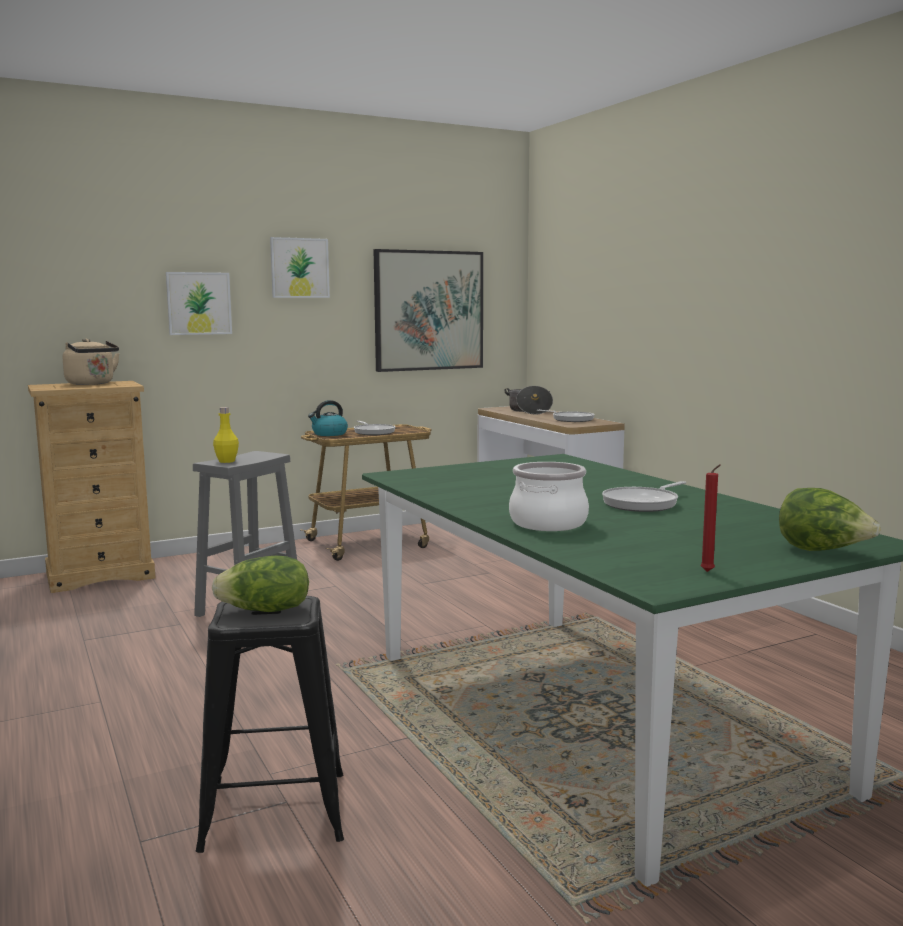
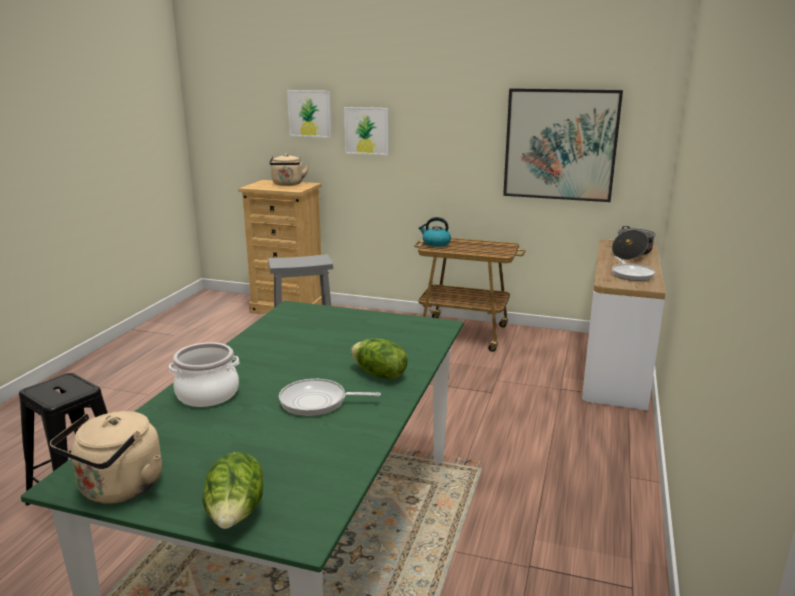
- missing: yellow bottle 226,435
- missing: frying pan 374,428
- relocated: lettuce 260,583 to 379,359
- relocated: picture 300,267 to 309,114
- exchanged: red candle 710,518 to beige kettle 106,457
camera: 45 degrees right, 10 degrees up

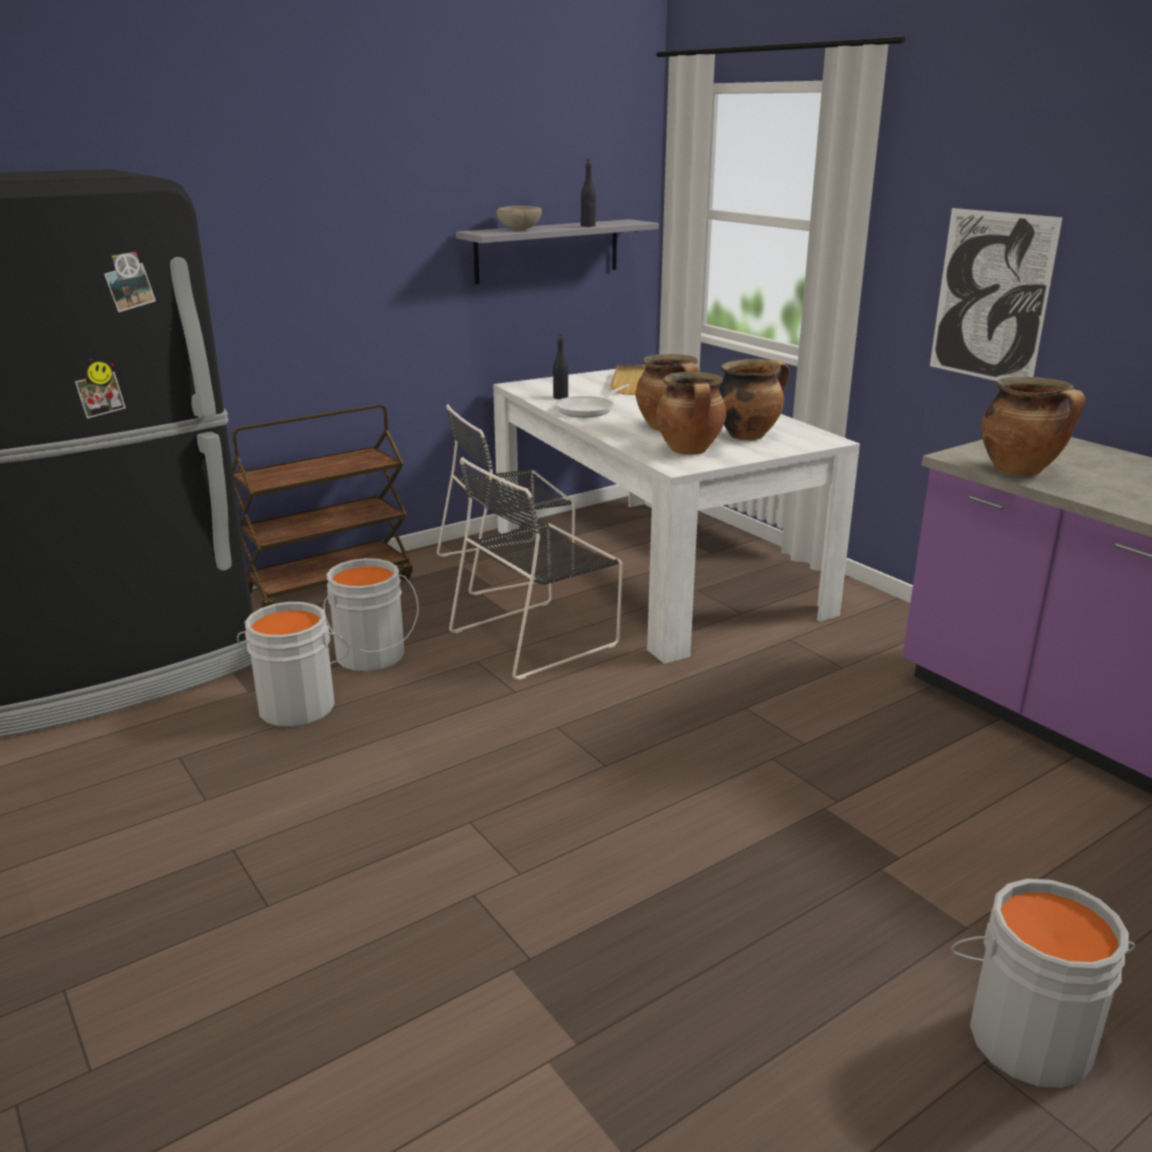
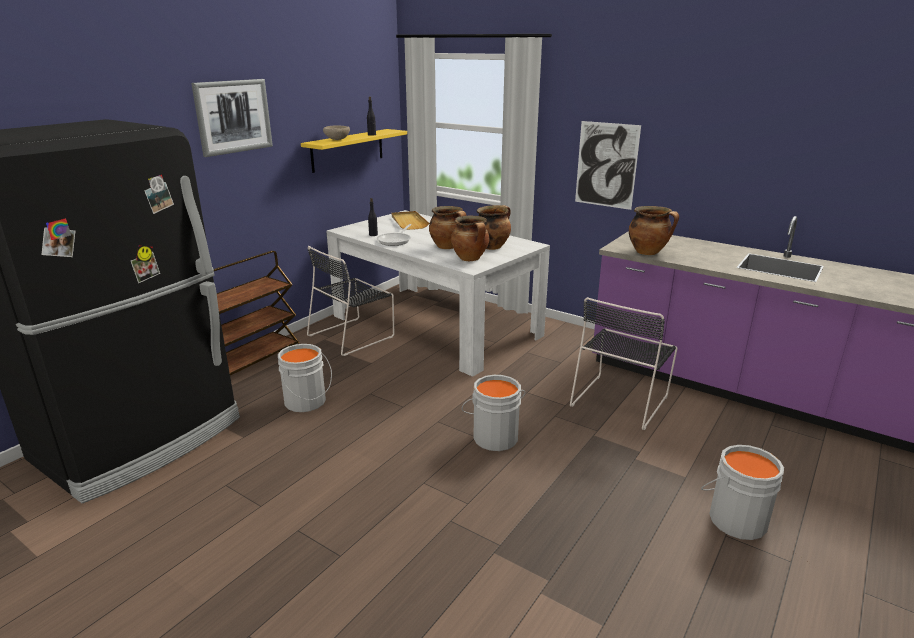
- appeared: picture 232,118
- relocated: grey bucket 293,664 to 493,413
- relocated: black chair 536,568 to 624,363
- colour: grey shelf 557,251 to yellow shelf 354,151
camera: 20 degrees left, 0 degrees up

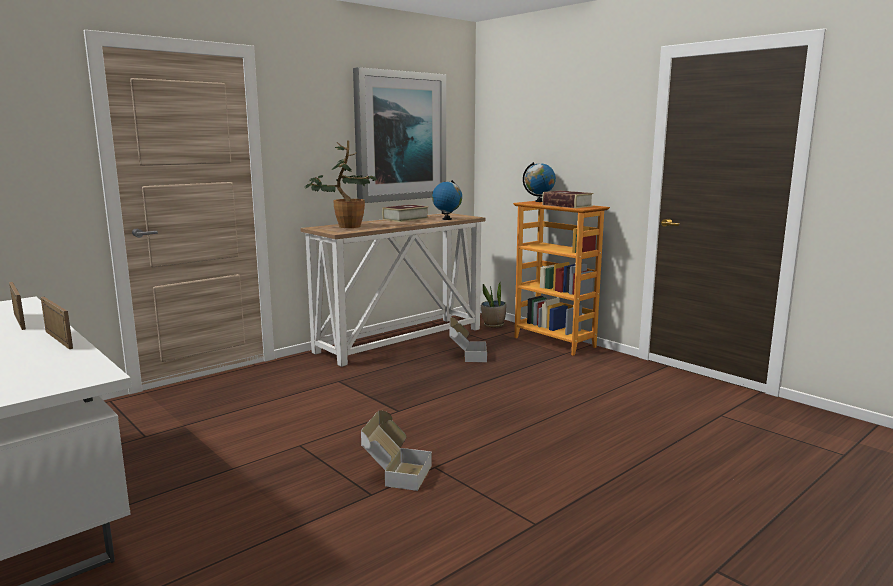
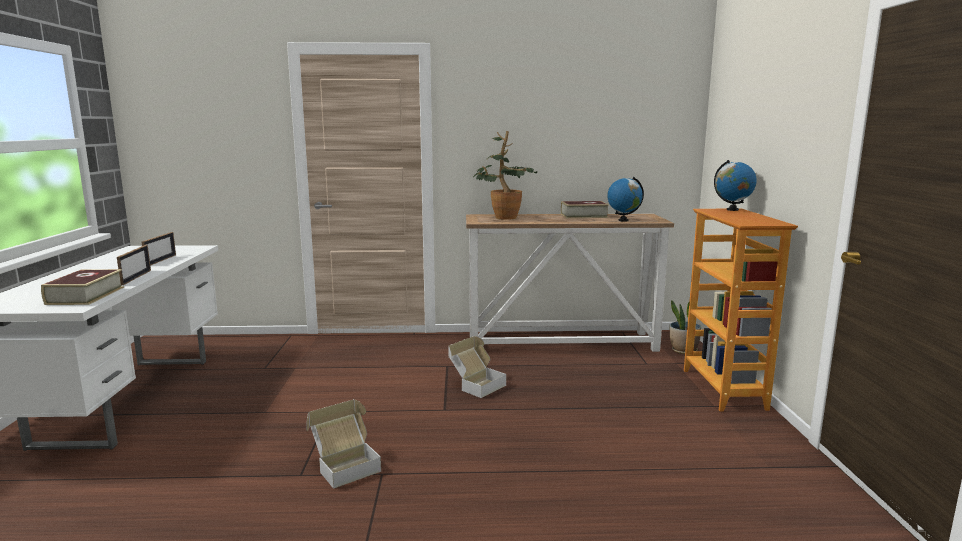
- missing: picture 399,135
- relocated: cardboard box 468,339 to 477,367
- relocated: book 567,199 to 82,287
camera: 40 degrees right, 0 degrees up

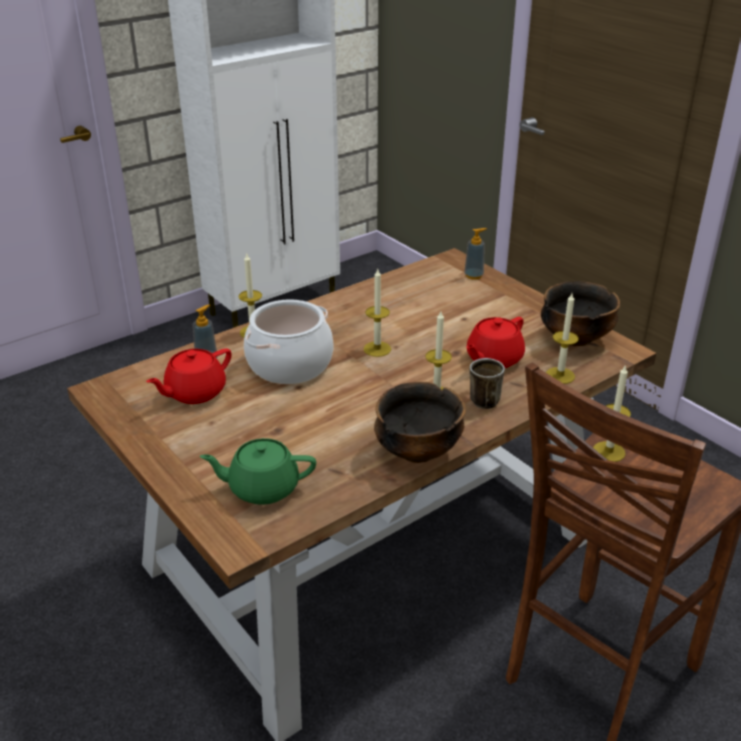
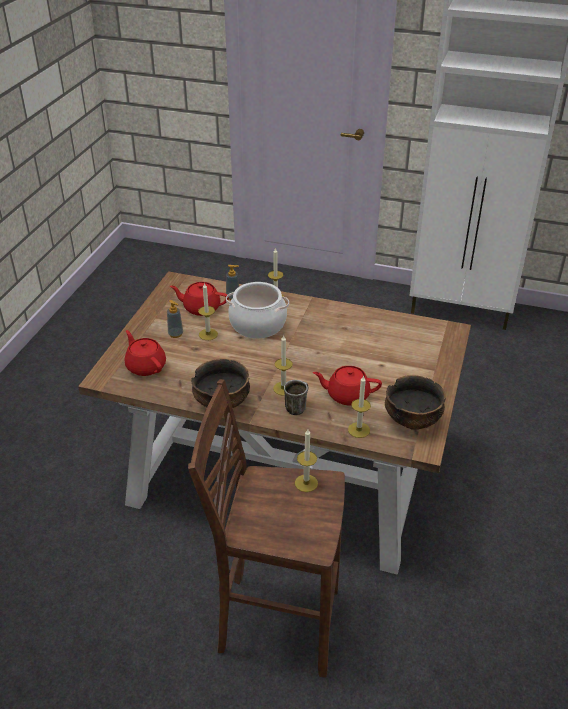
- relocated: candle 377,313 to 208,311
- relocated: soap dispenser 475,254 to 175,319
- colour: green teapot 258,471 to red teapot 145,353
camera: 55 degrees right, 5 degrees up

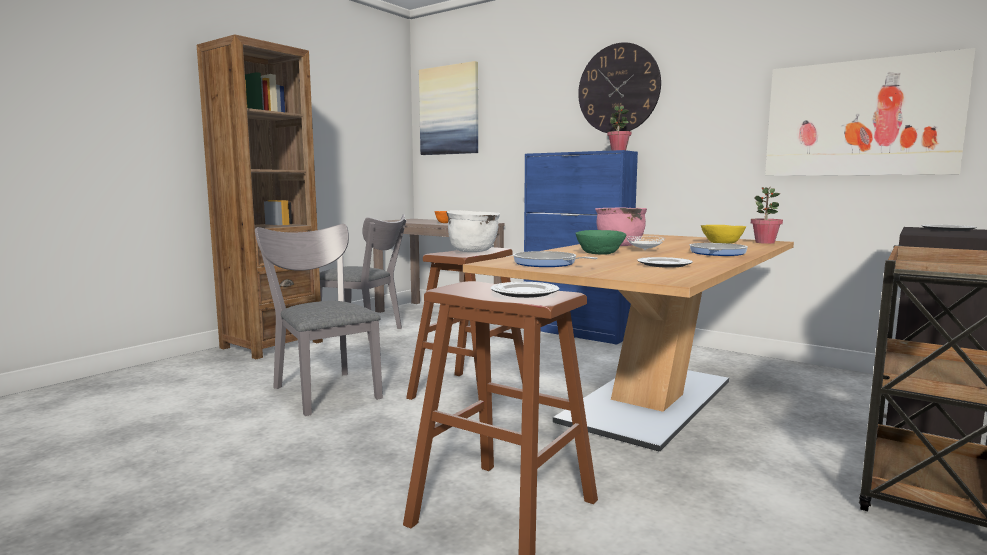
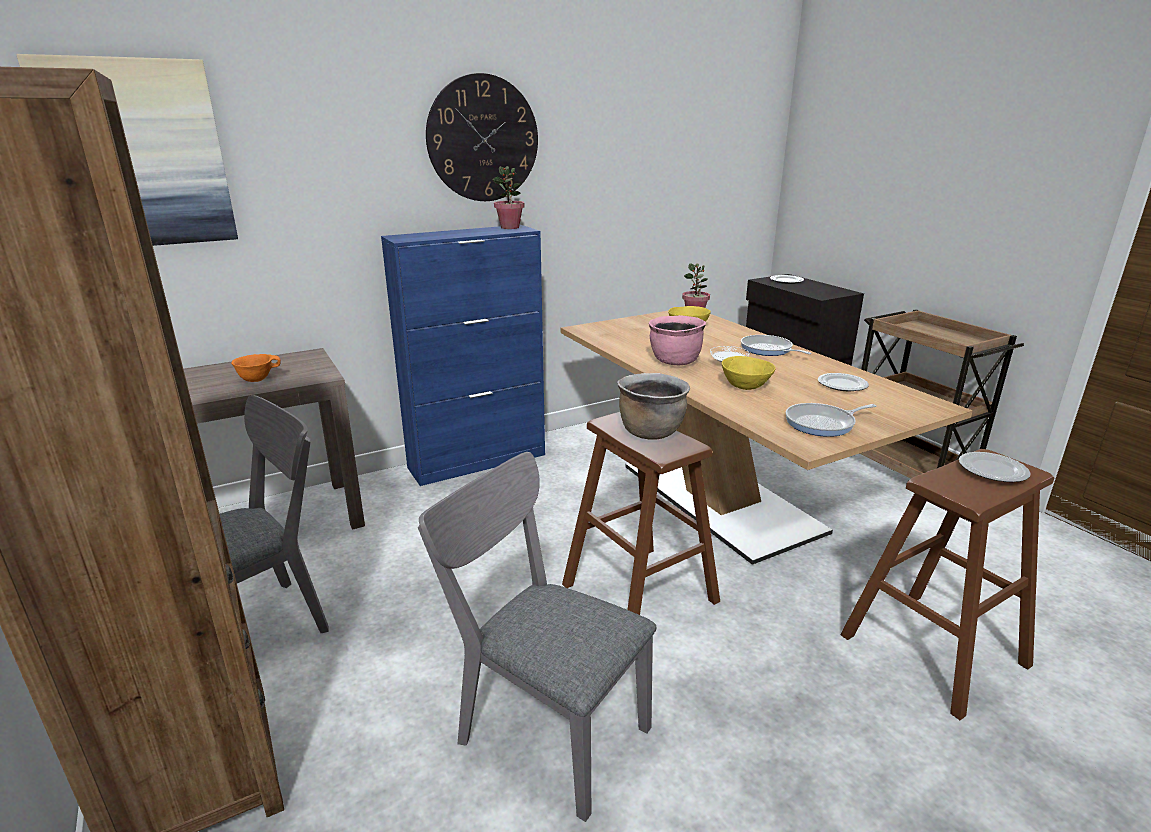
- missing: picture 870,112
- colour: white cooking pot 473,231 to brown cooking pot 653,406
- colour: green bowl 600,242 to yellow bowl 749,373
- spun: grey chair 319,320 = 537,637 45 degrees clockwise
camera: 65 degrees left, 15 degrees up

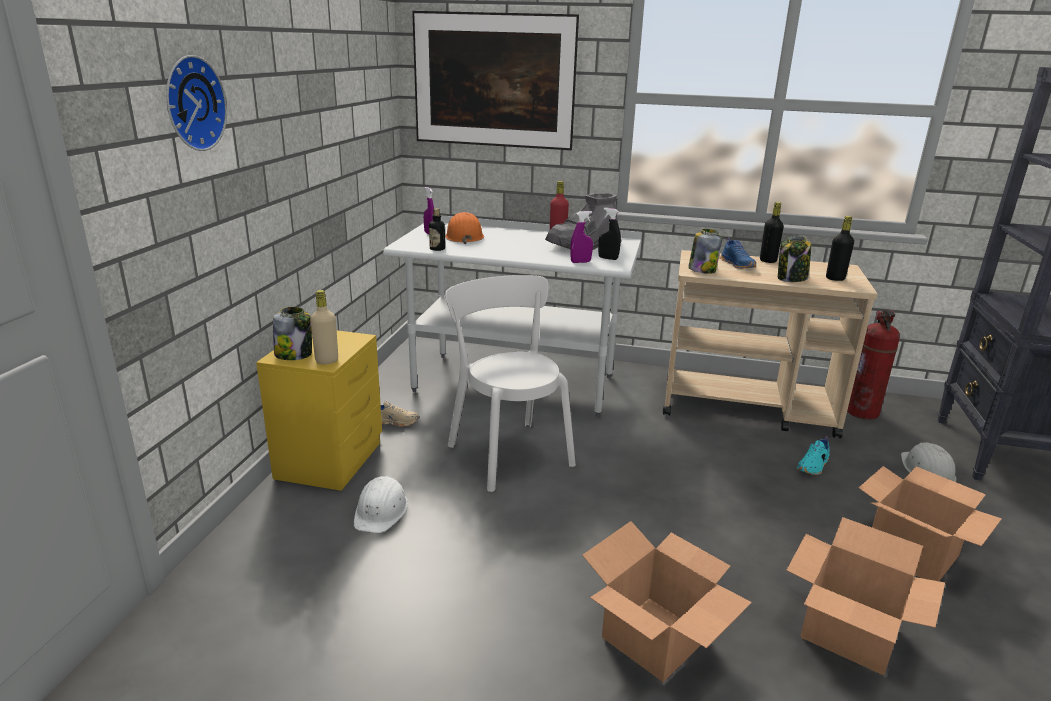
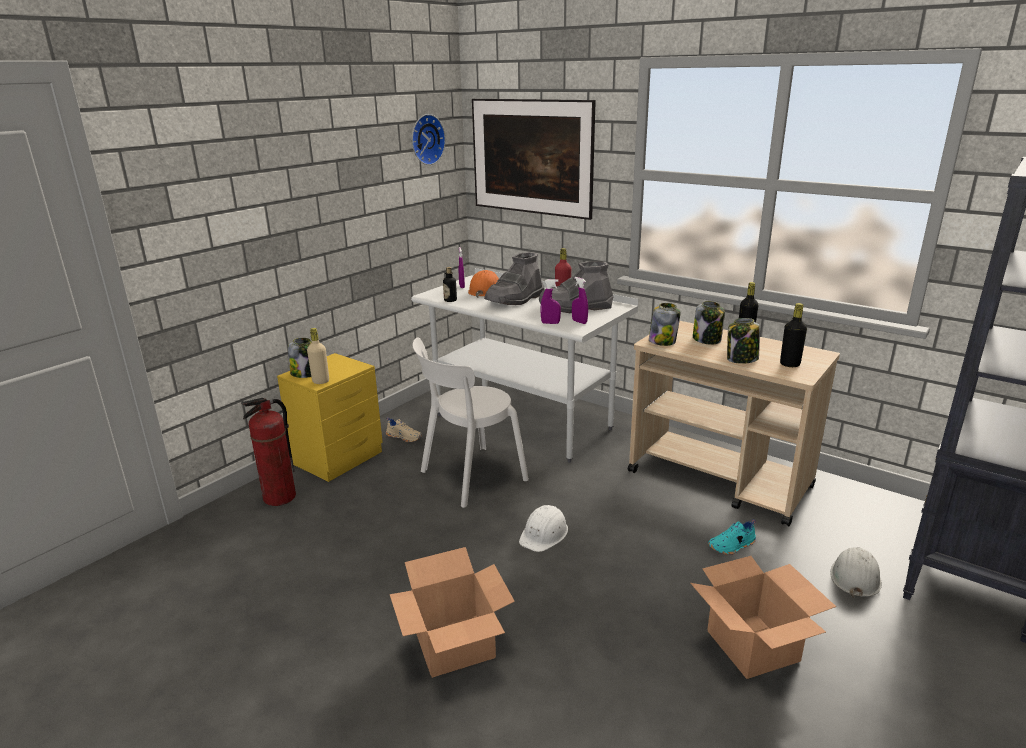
- missing: cardboard box 866,596
- appeared: grey boot 514,278
- relocated: wall clock 196,103 to 429,139
- relocated: white hard hat 381,504 to 543,528
- relocated: fire extinguisher 873,364 to 268,452
- exchanged: blue shoe 738,253 to jar 709,323
- colour: black spray bottle 609,234 to purple spray bottle 580,300
- spun: white chair 510,383 = 471,422 120 degrees counterclockwise
camera: 25 degrees right, 0 degrees up

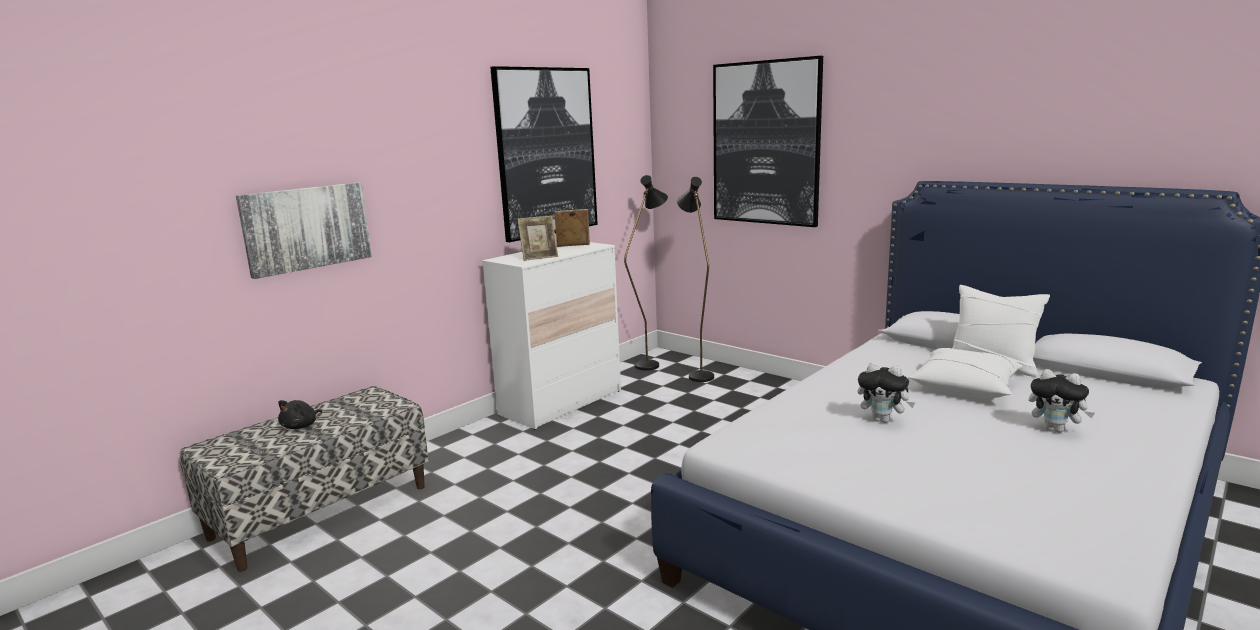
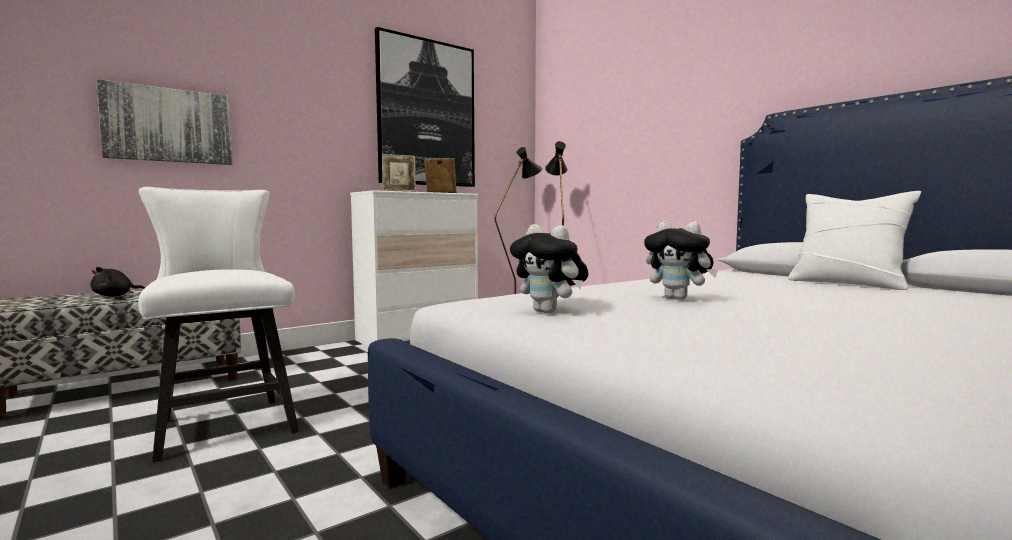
- missing: picture 768,141
- missing: white pillow 965,373
- appeared: white chair 218,324
- relocated: plush toy 1062,401 to 549,269
camera: 10 degrees right, 10 degrees down

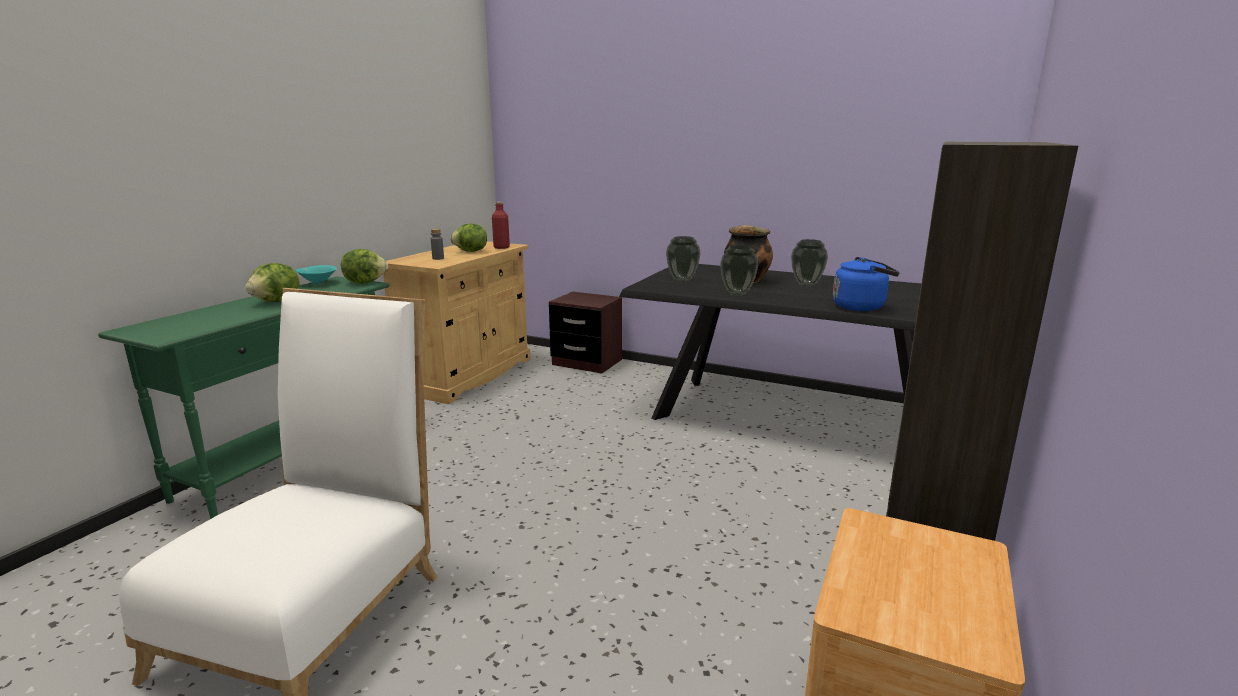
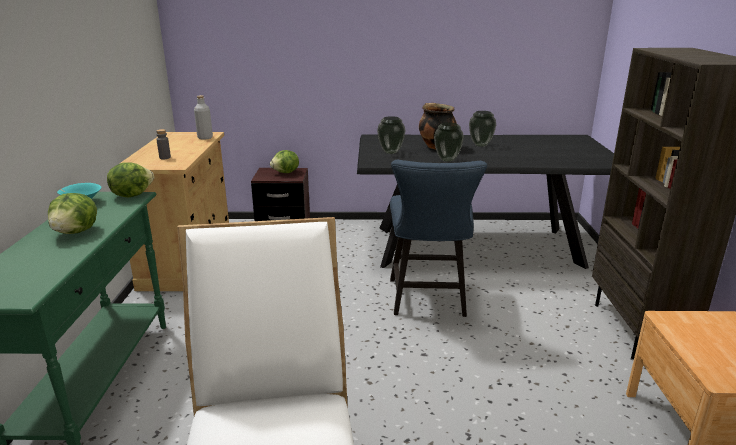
- missing: blue kettle 866,284
- appeared: blue chair 438,238
- relocated: lettuce 468,238 to 284,161
- colour: red bottle 501,225 to grey bottle 203,117
camera: 25 degrees left, 5 degrees up

